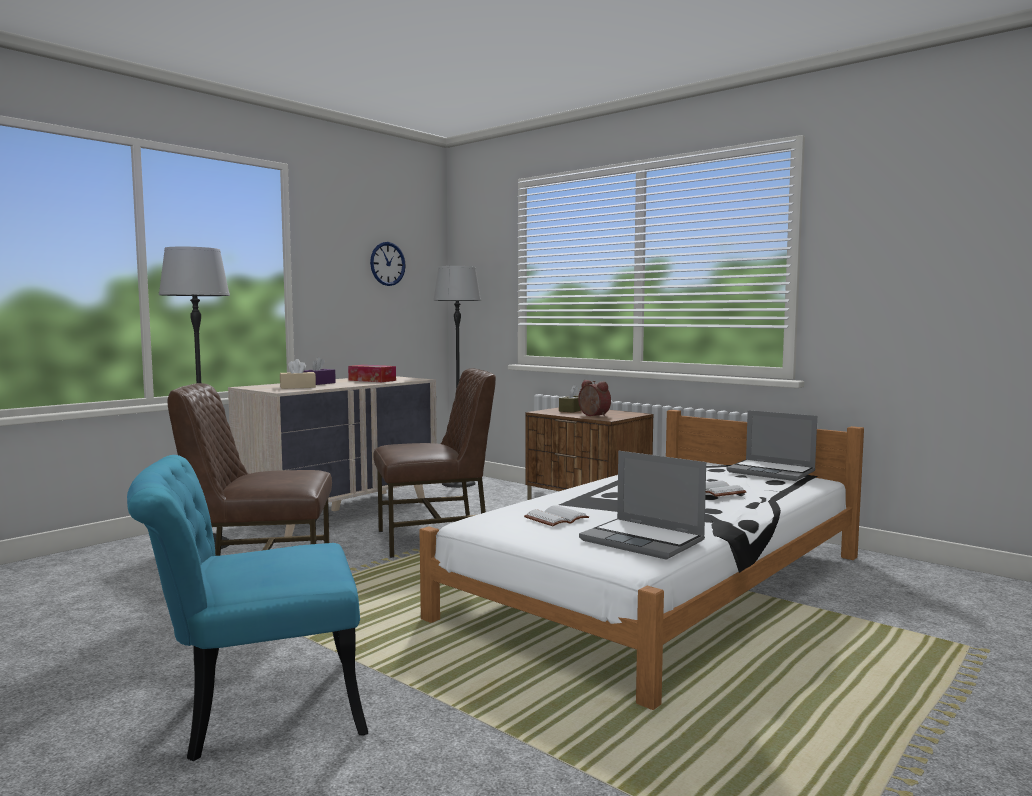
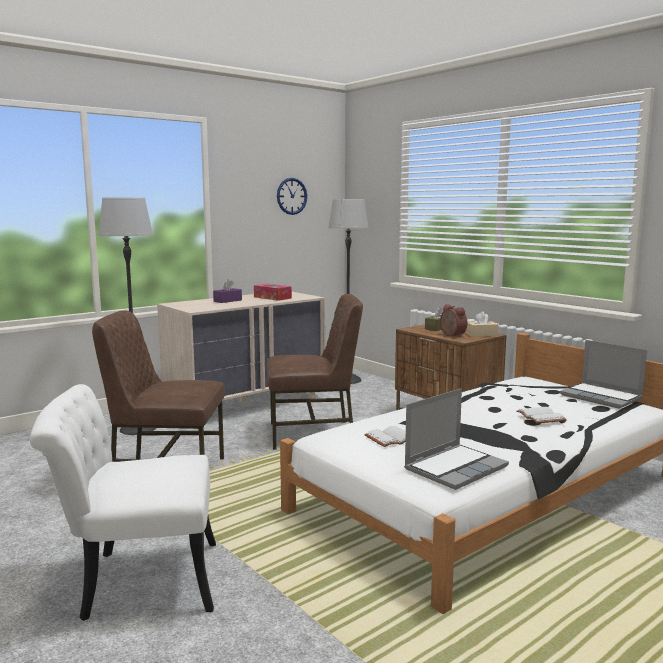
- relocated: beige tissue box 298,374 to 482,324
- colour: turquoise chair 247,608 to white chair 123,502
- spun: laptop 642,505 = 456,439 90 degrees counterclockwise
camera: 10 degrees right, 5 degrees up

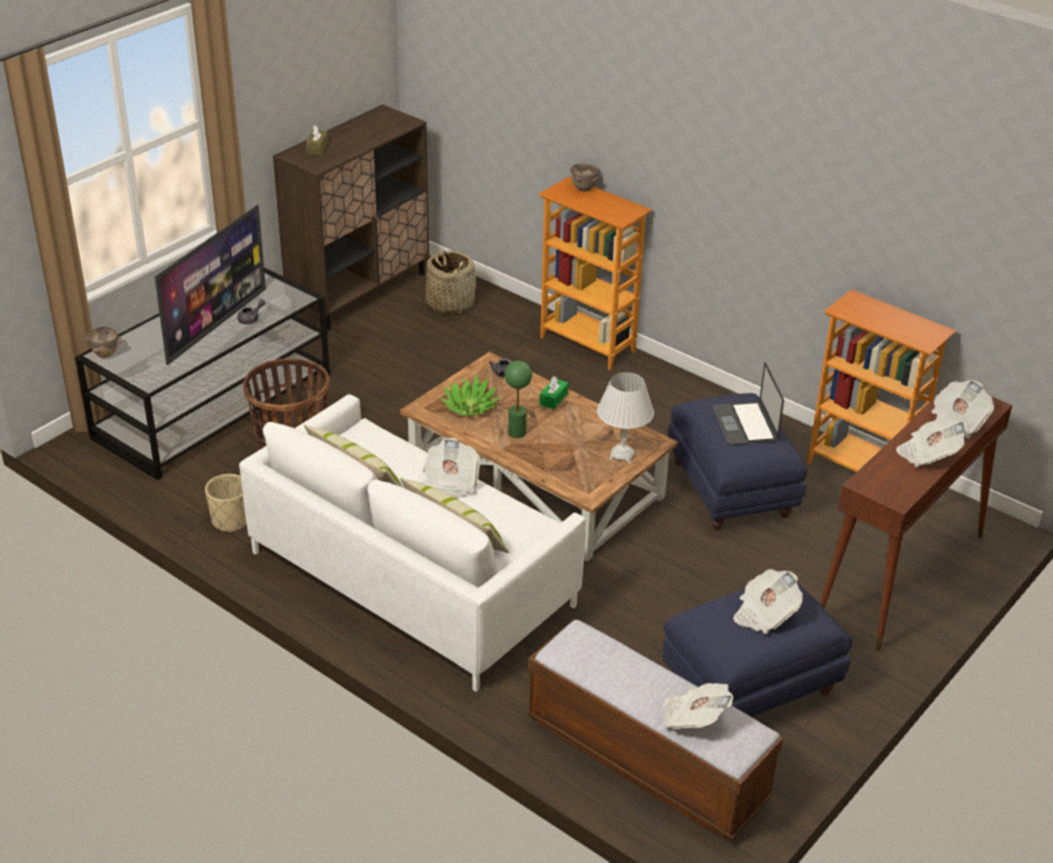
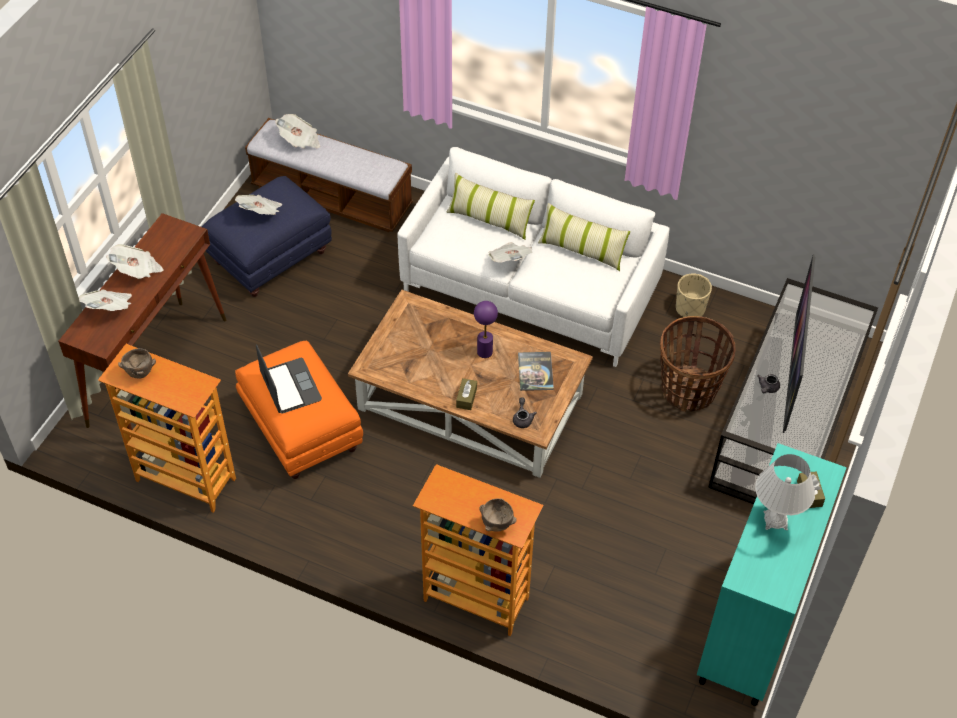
- missing: basket 451,282
- relocated: brown bowl 104,342 to 137,363
- relocated: white table lamp 625,417 to 785,492
- exchanged: potted plant 470,395 to book 536,371
- colour: brown cabinet 351,217 to turquoise cabinet 772,574
- colour: green table lamp 518,399 to purple table lamp 486,329
- colour: green tissue box 553,392 to brown tissue box 466,394
- colour: blue ottoman 737,461 to orange ottoman 299,410
camera: 165 degrees right, 15 degrees up

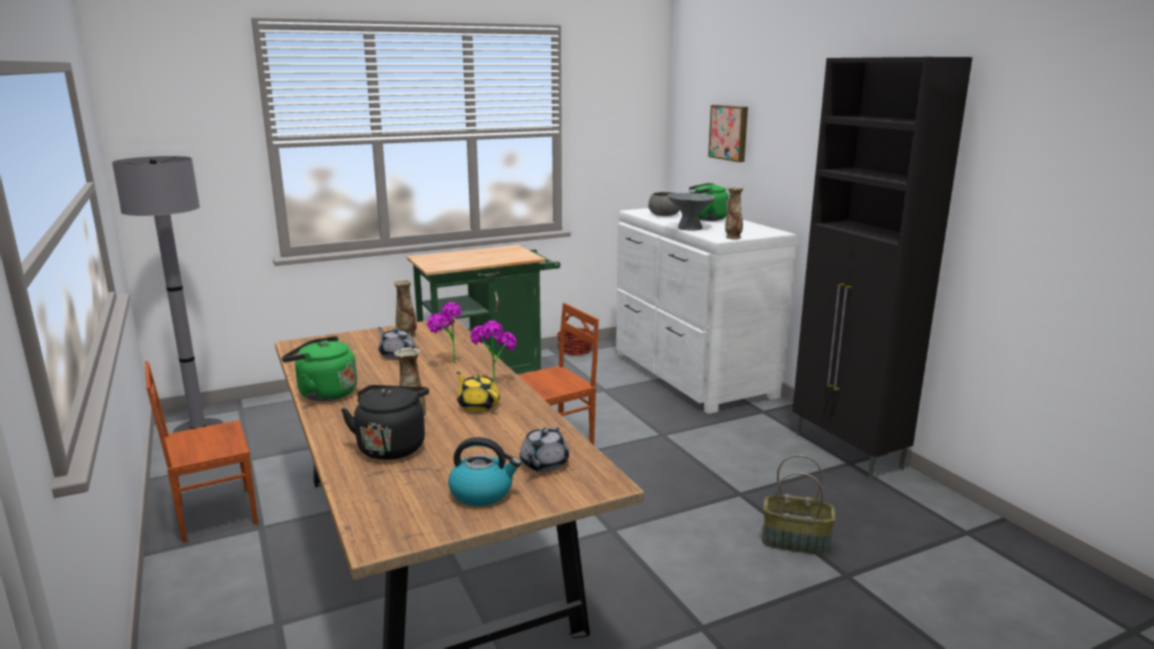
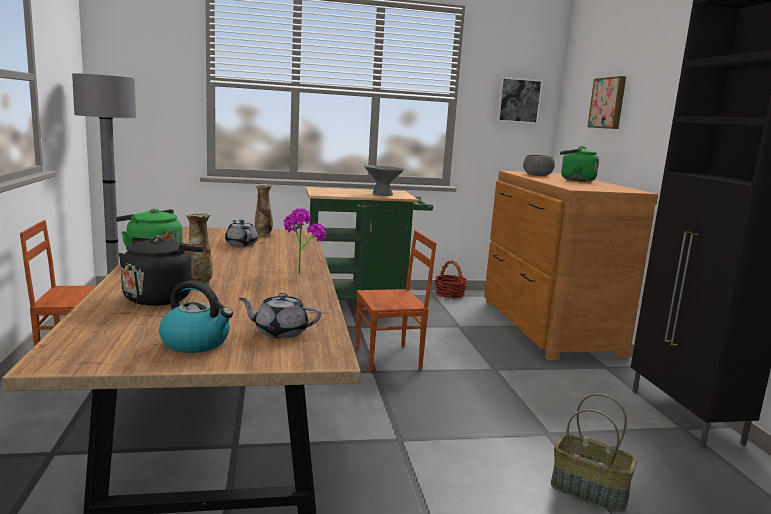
- missing: potted plant 444,333
- missing: yellow teapot 478,392
- missing: vase 734,212
- appeared: picture 519,100
- relocated: grey bowl 691,212 to 384,180
- colour: white dresser 706,311 to brown dresser 571,265
- spun: grey teapot 544,449 = 279,316 60 degrees clockwise
camera: 15 degrees right, 5 degrees down

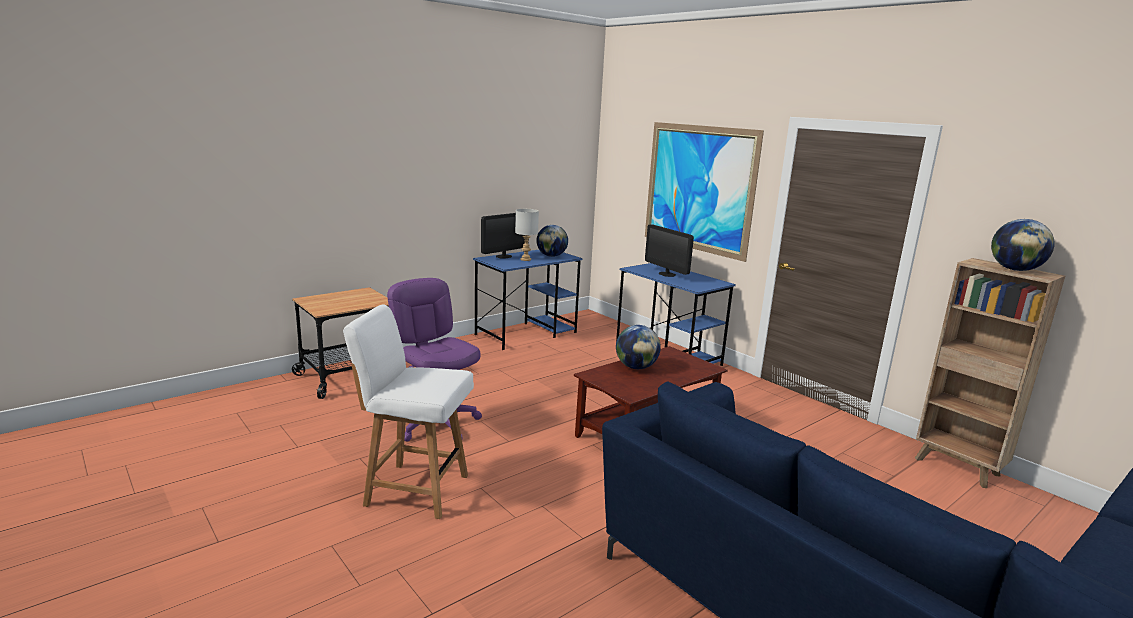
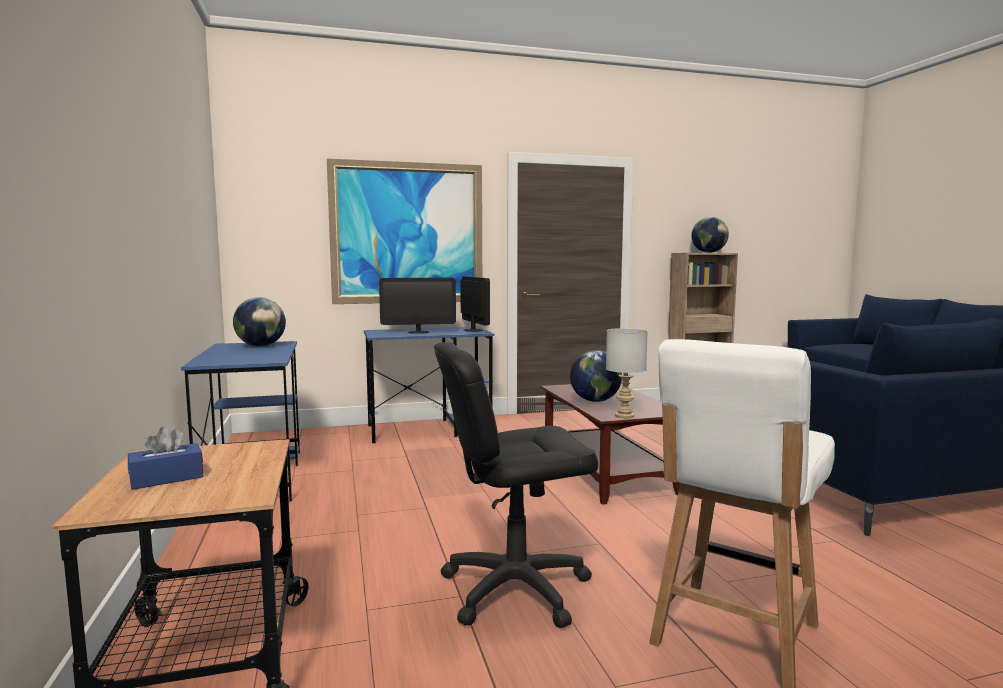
- appeared: blue tissue box 165,458
- relocated: monitor 505,236 to 475,304
- relocated: grey table lamp 527,235 to 627,373
- colour: purple office chair 434,359 to black office chair 516,485
camera: 65 degrees left, 10 degrees down

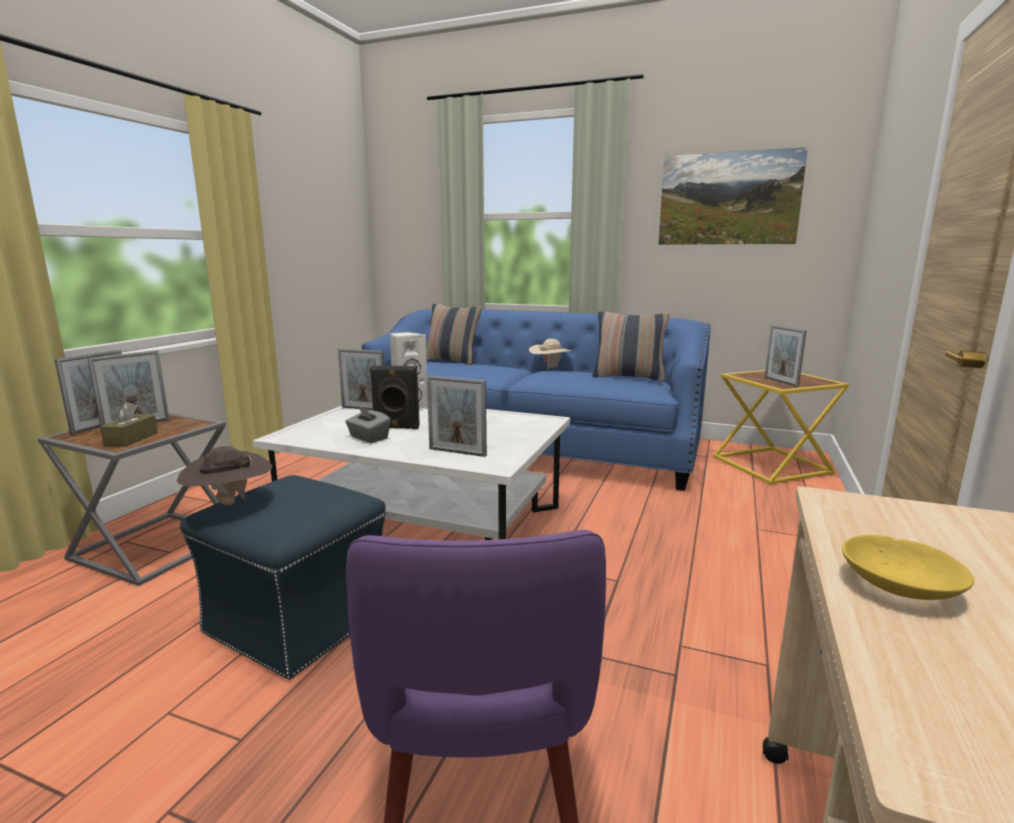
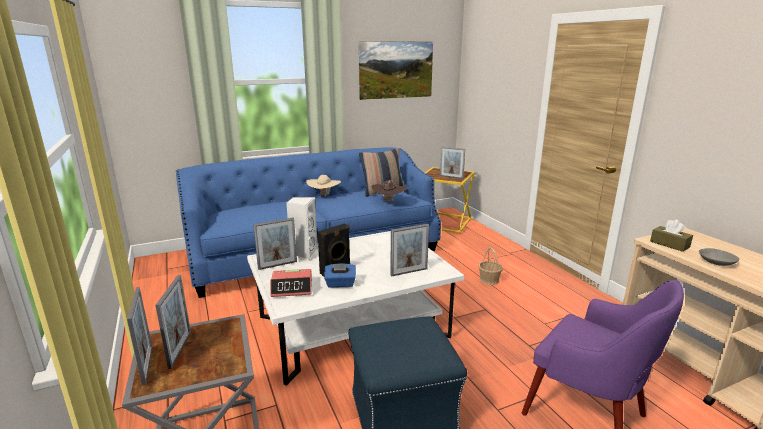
- missing: pillow 454,334
- appeared: alarm clock 291,283
- appeared: basket 490,266
- relocated: brown tissue box 129,424 to 671,236
- relocated: brown hat 224,475 to 389,190
- colour: grey tissue box 368,424 to blue tissue box 340,276
- colour: yellow bowl 908,567 to grey bowl 719,257
camera: 45 degrees left, 5 degrees up

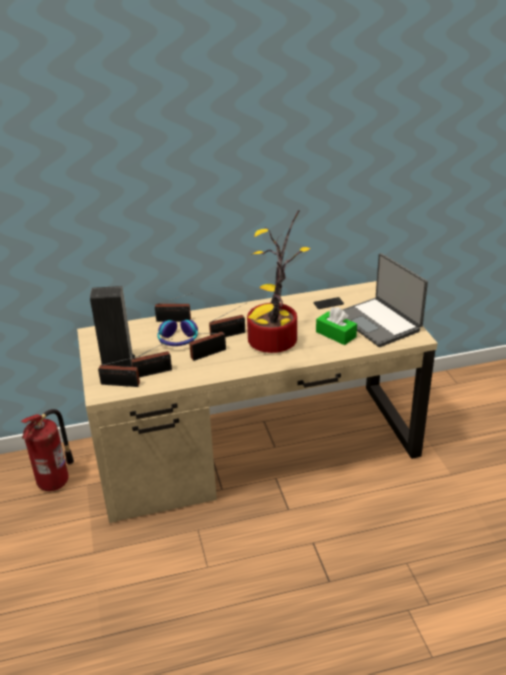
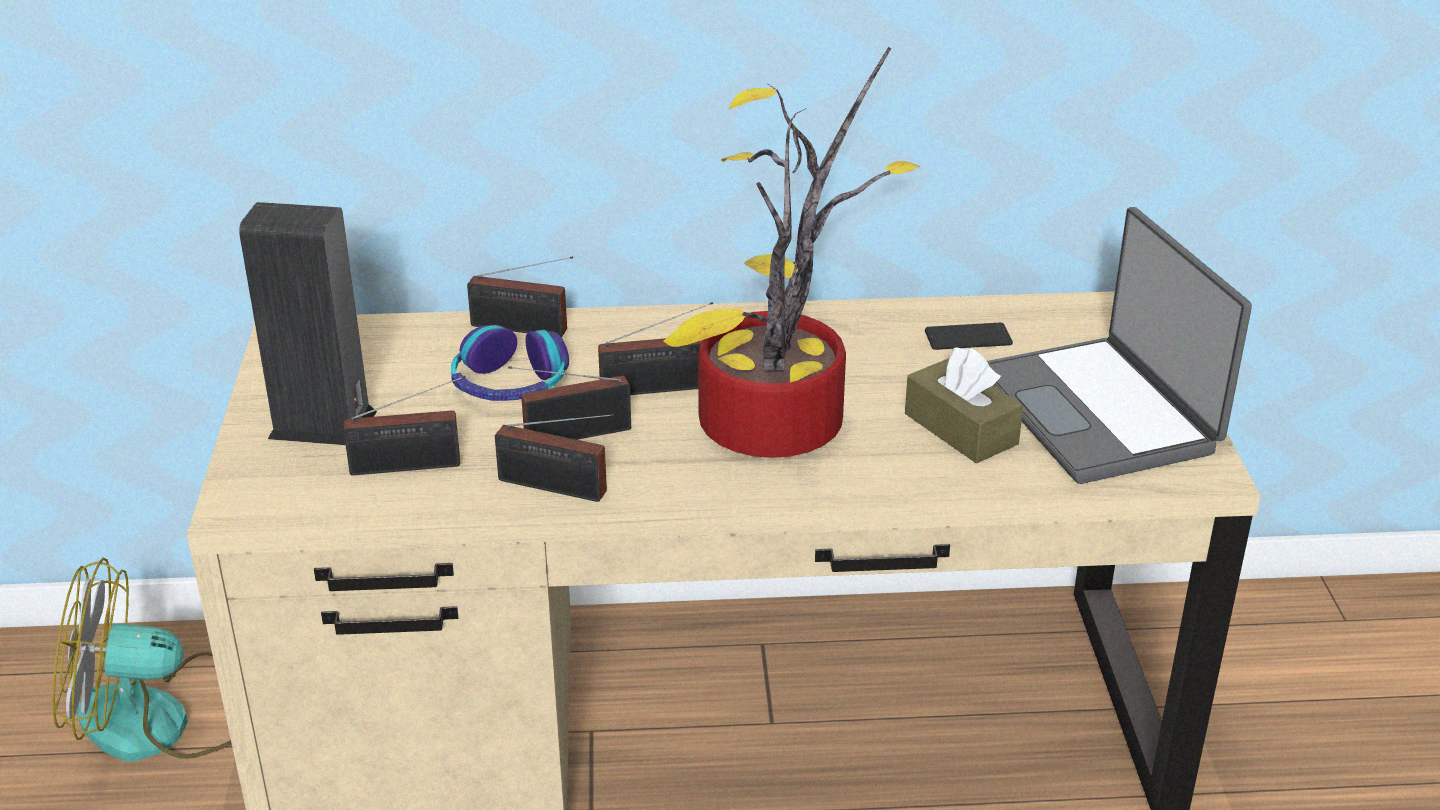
- relocated: radio 119,371 to 554,458
- exchanged: fire extinguisher 47,450 to fan 142,660
- colour: green tissue box 336,326 to brown tissue box 964,405
camera: 10 degrees right, 0 degrees up

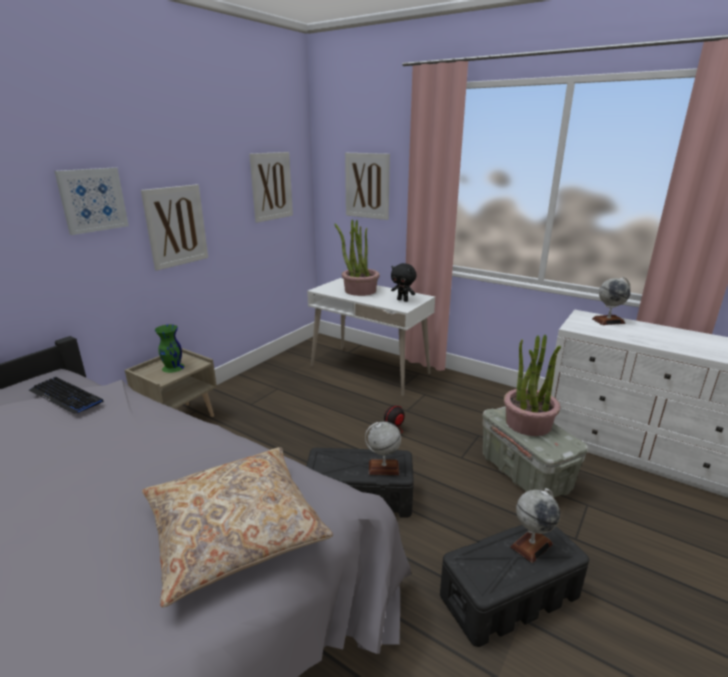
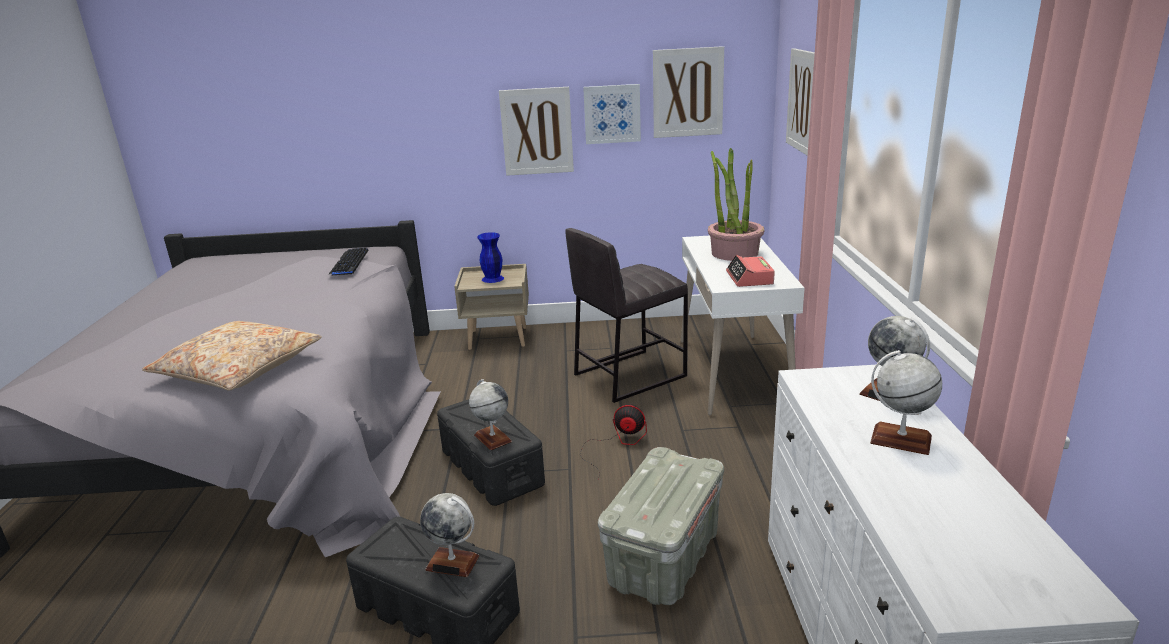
- missing: potted plant 532,385
- appeared: grey stool 626,315
- appeared: globe 906,402
- relocated: picture 91,201 to 612,114
- exchanged: black plush toy 403,282 to alarm clock 750,271
- colour: green vase 169,348 to blue vase 490,257
camera: 55 degrees right, 0 degrees up

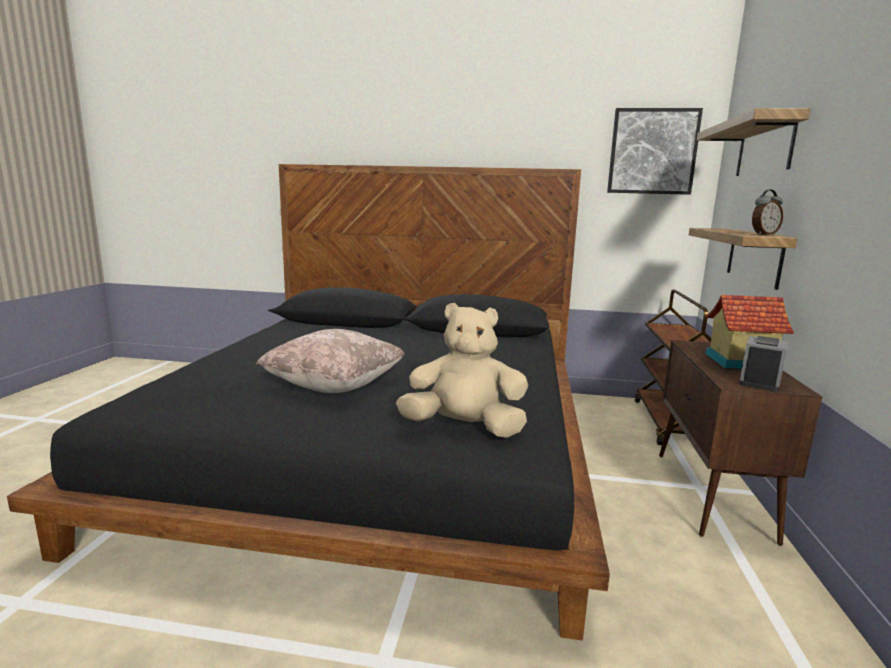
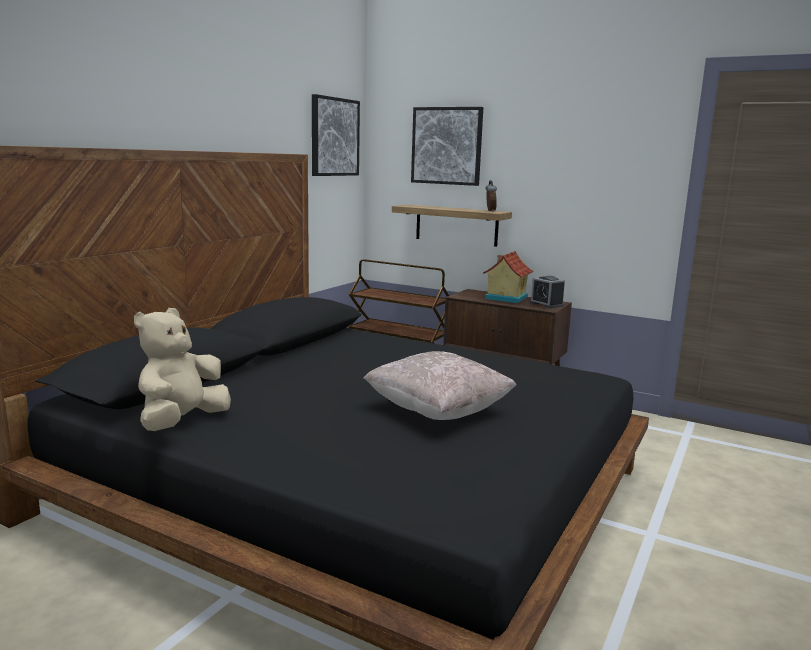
- relocated: beige plush toy 462,370 to 182,369
- exchanged: shelf 753,142 to picture 447,146
camera: 70 degrees left, 0 degrees up

